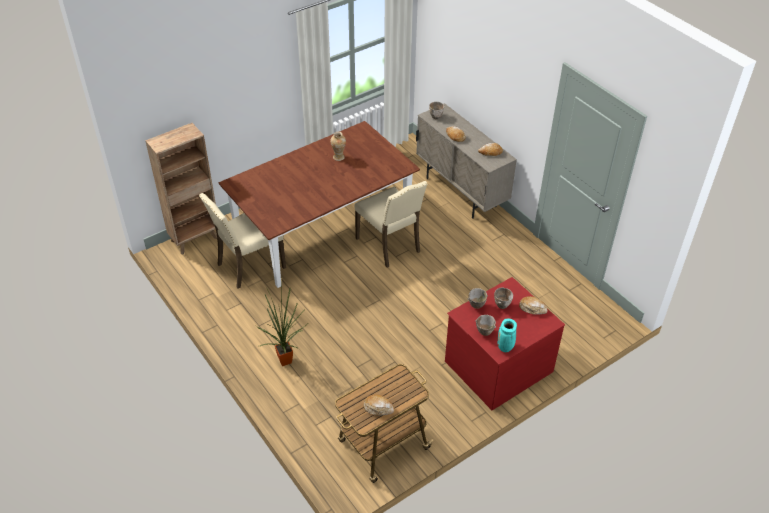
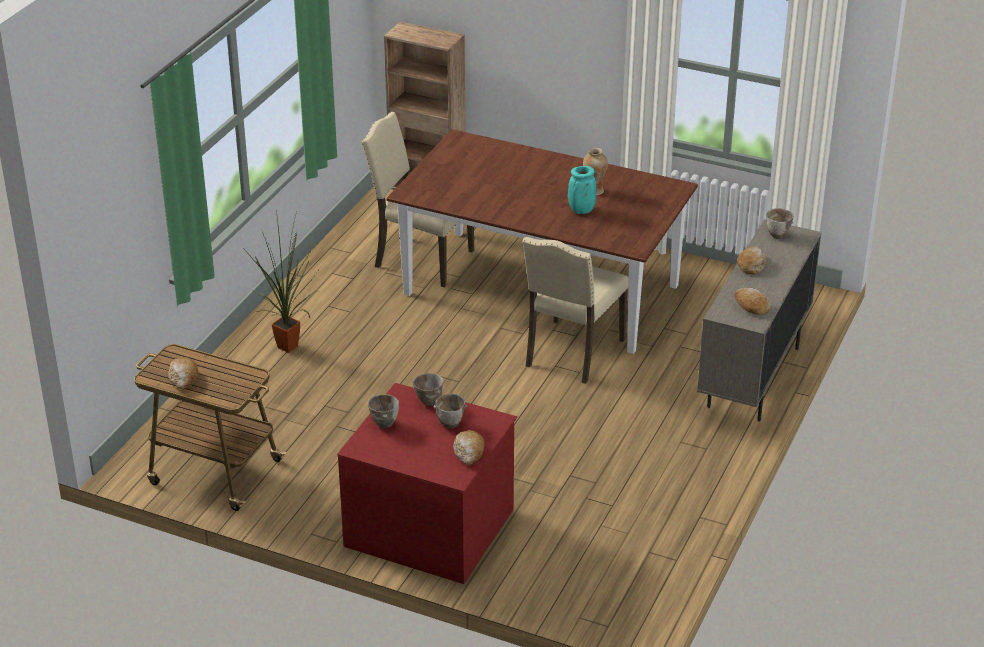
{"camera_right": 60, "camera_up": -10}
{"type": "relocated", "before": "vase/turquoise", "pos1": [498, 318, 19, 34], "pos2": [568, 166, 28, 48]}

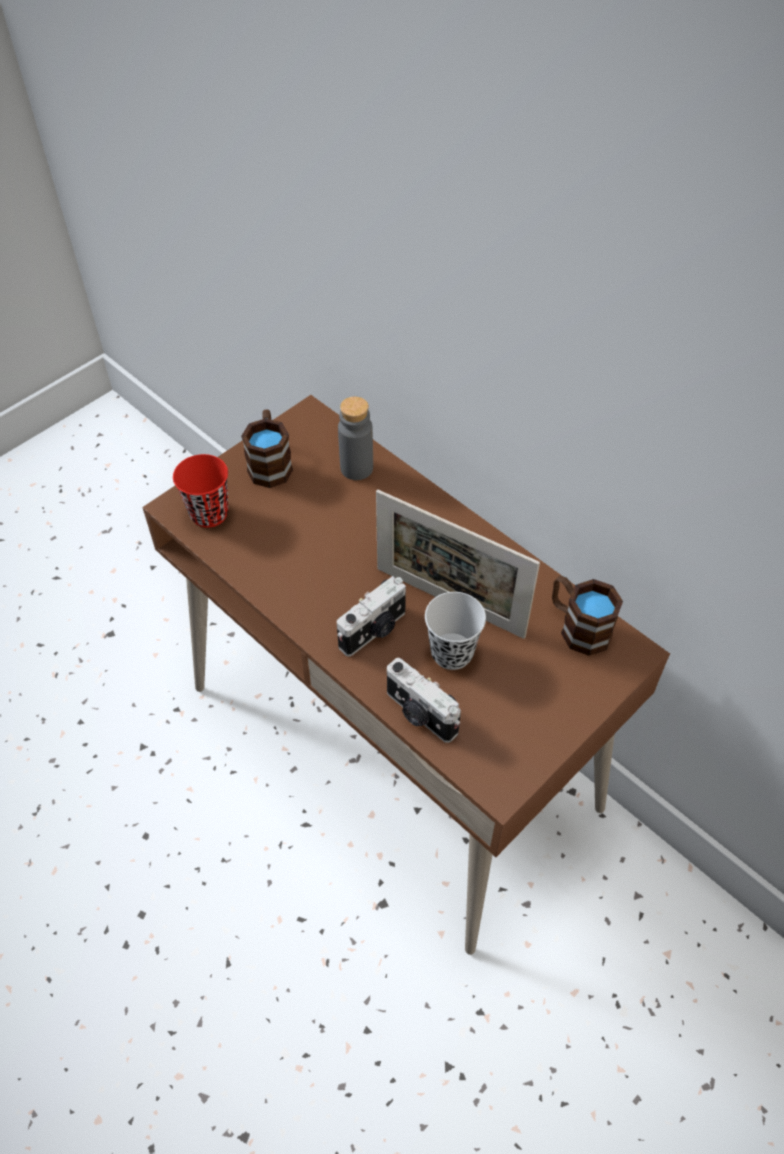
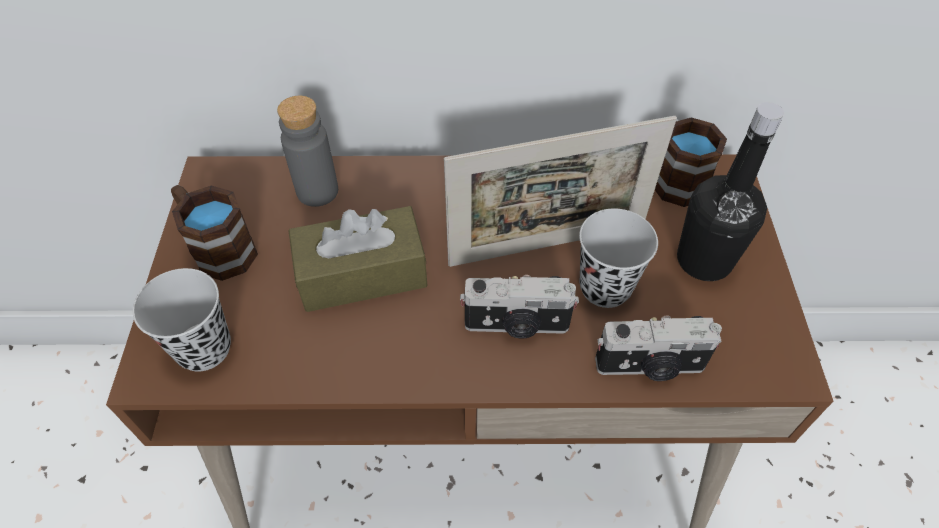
{"camera_right": -45, "camera_up": 0}
{"type": "colour", "before": "cup/red", "after": "cup/black", "pos1": [173, 454, 55, 74], "pos2": [133, 268, 98, 103]}
{"type": "appeared", "after": "tissue box/brown", "pos2": [288, 206, 140, 106]}
{"type": "spun", "before": "photo camera", "pos1": [337, 576, 69, 81], "pos2": [460, 275, 119, 64], "turn": 90}
{"type": "appeared", "after": "bottle/black", "pos2": [677, 102, 107, 179]}

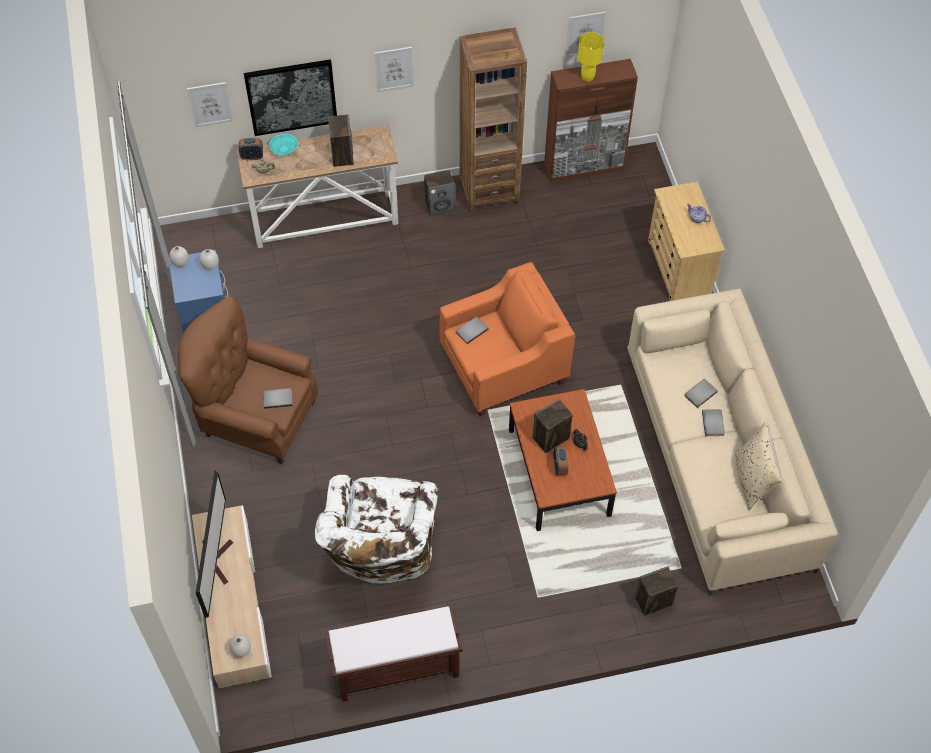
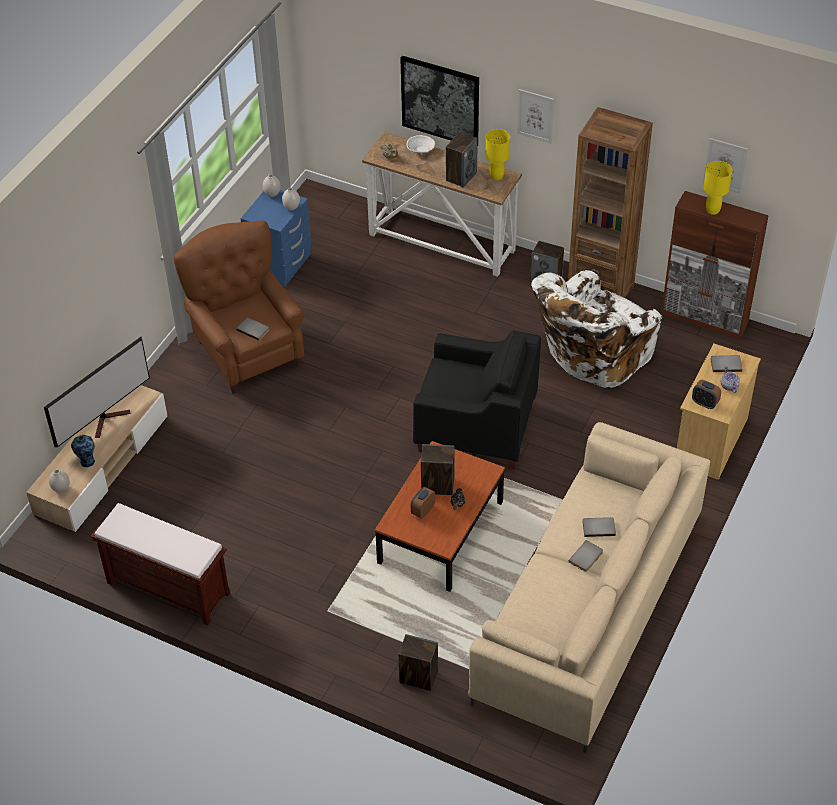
{"camera_right": 40, "camera_up": -10}
{"type": "appeared", "after": "vase", "pos2": [71, 435, 24, 32]}
{"type": "colour", "before": "bowl/turquoise", "after": "bowl/white", "pos1": [269, 134, 29, 21], "pos2": [407, 135, 28, 18]}
{"type": "colour", "before": "armchair/orange", "after": "armchair/black", "pos1": [439, 262, 137, 154], "pos2": [413, 331, 128, 139]}
{"type": "appeared", "after": "table lamp/yellow", "pos2": [485, 129, 25, 51]}
{"type": "relocated", "before": "armchair/white", "pos1": [315, 475, 123, 109], "pos2": [531, 270, 131, 118]}
{"type": "relocated", "before": "alarm clock", "pos1": [239, 138, 24, 22], "pos2": [692, 380, 29, 29]}
{"type": "relocated", "before": "book/grey", "pos1": [456, 317, 32, 27], "pos2": [710, 355, 33, 17]}
{"type": "missing", "before": "picture", "pos1": [187, 82, 46, 45]}
{"type": "missing", "before": "pillow/beige", "pos1": [735, 421, 47, 89]}

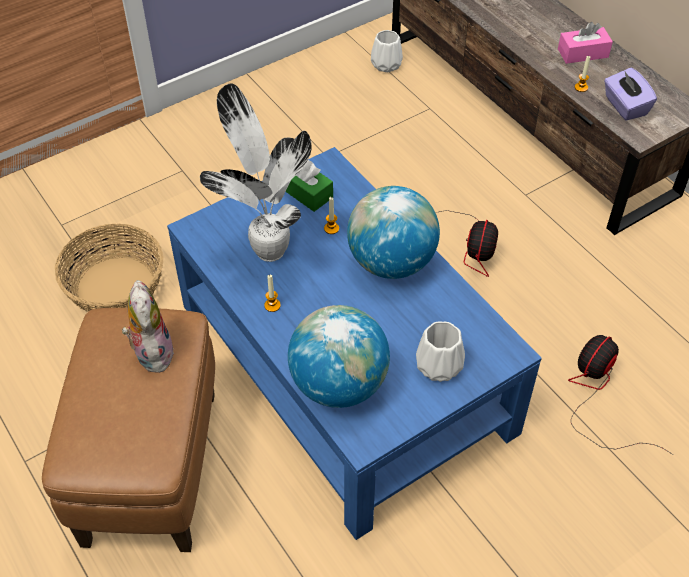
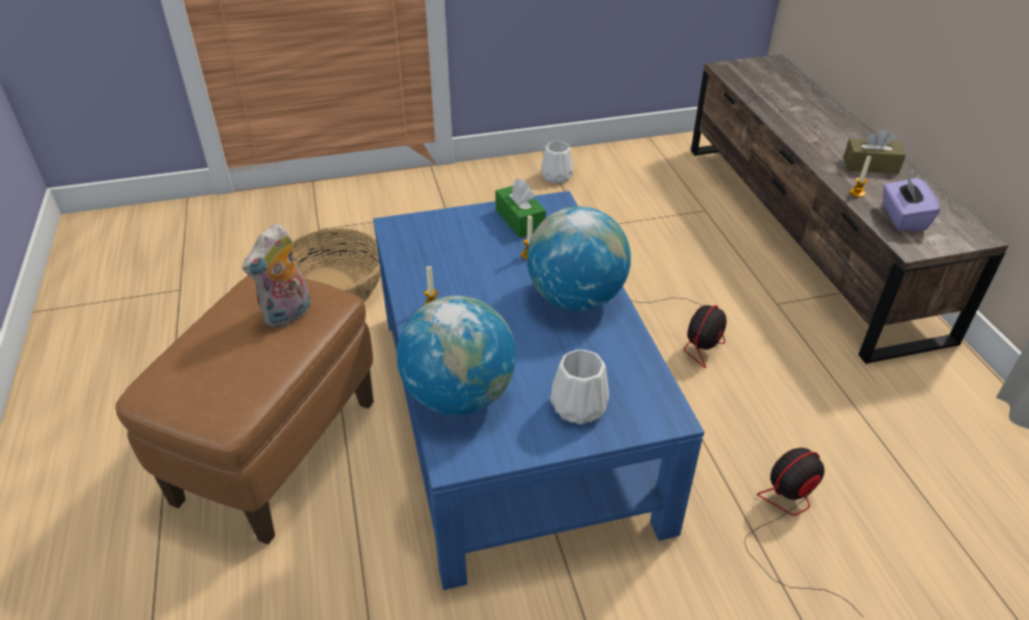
{"camera_right": 20, "camera_up": -10}
{"type": "spun", "before": "plush toy", "pos1": [122, 280, 52, 93], "pos2": [242, 224, 69, 104], "turn": -150}
{"type": "relocated", "before": "vase/white", "pos1": [371, 30, 32, 42], "pos2": [541, 141, 32, 42]}
{"type": "colour", "before": "tissue box/pink", "after": "tissue box/brown", "pos1": [558, 22, 55, 42], "pos2": [843, 128, 63, 46]}
{"type": "missing", "before": "potted plant", "pos1": [200, 84, 112, 178]}

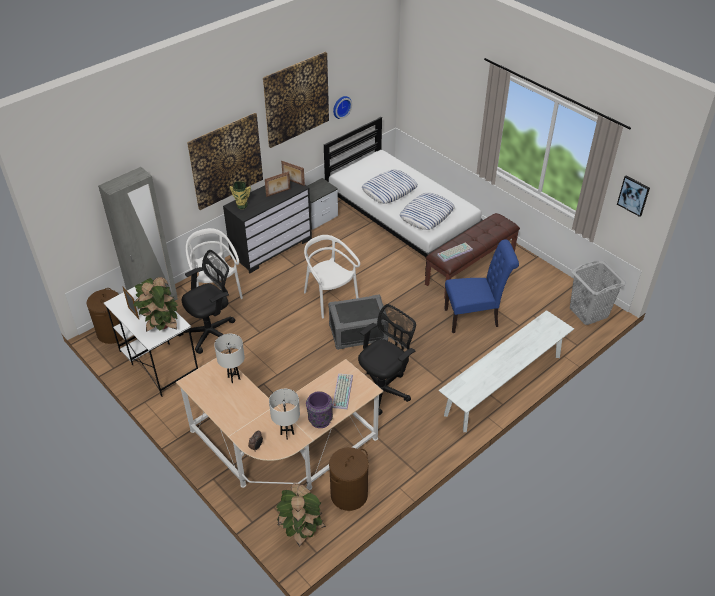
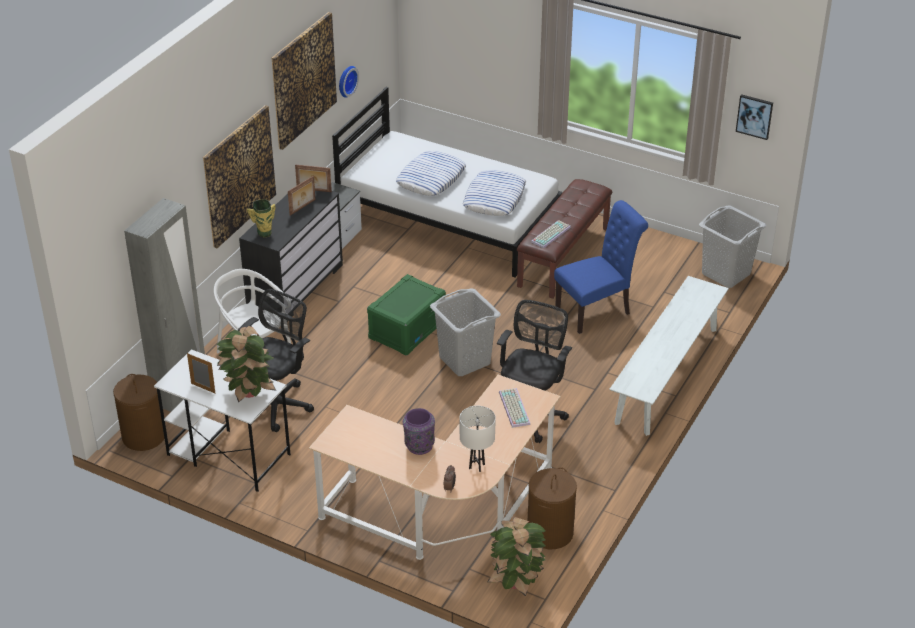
{"camera_right": -20, "camera_up": -5}
{"type": "exchanged", "before": "chair/white", "after": "storage box/green", "pos1": [304, 235, 56, 84], "pos2": [367, 274, 79, 82]}
{"type": "relocated", "before": "vase/purple", "pos1": [306, 391, 27, 37], "pos2": [403, 408, 32, 47]}
{"type": "exchanged", "before": "storage box/grey", "after": "laundry basket/grey", "pos1": [328, 294, 60, 56], "pos2": [430, 289, 71, 87]}
{"type": "missing", "before": "table lamp/white", "pos1": [214, 334, 31, 49]}

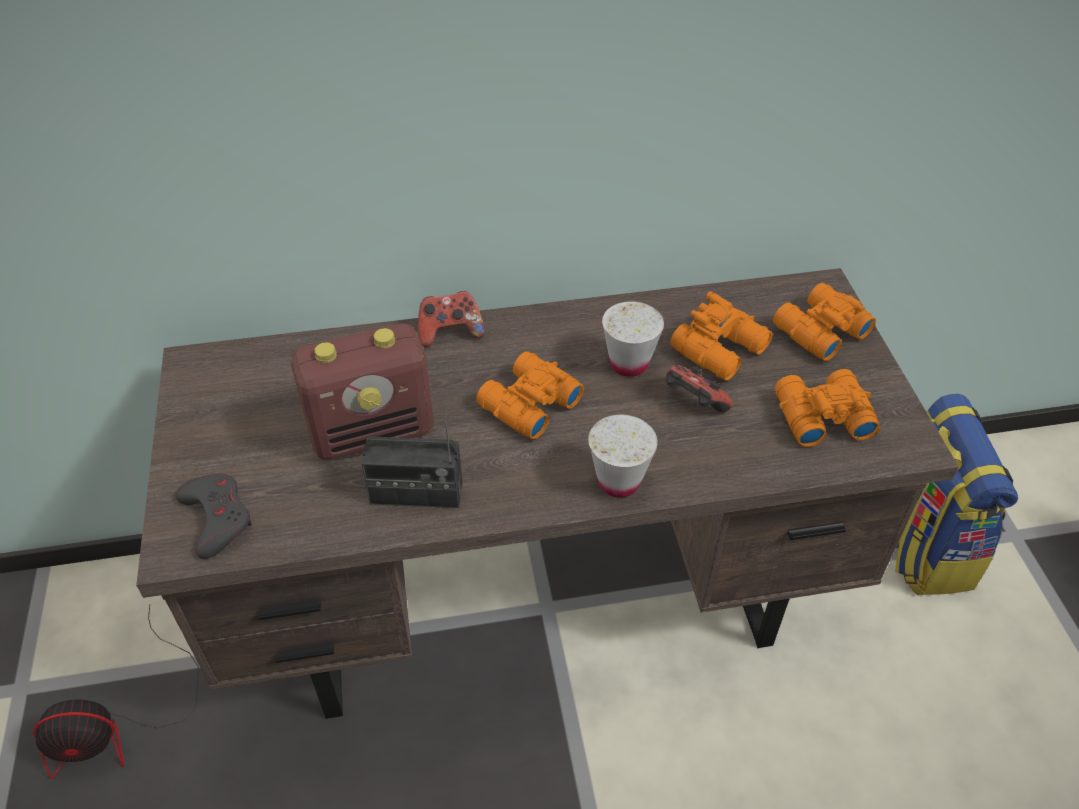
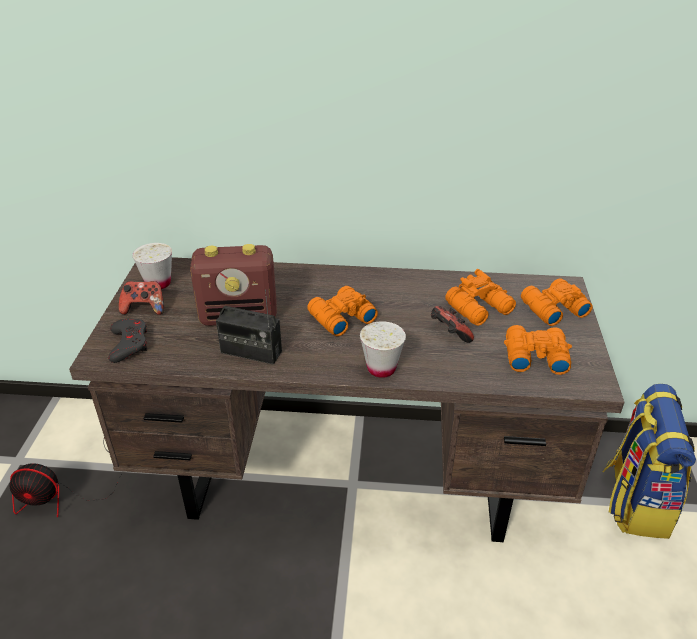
{"camera_right": 15, "camera_up": -10}
{"type": "relocated", "before": "game controller", "pos1": [418, 291, 67, 56], "pos2": [119, 281, 45, 34]}
{"type": "relocated", "before": "cup/white", "pos1": [602, 301, 62, 76], "pos2": [132, 243, 40, 47]}

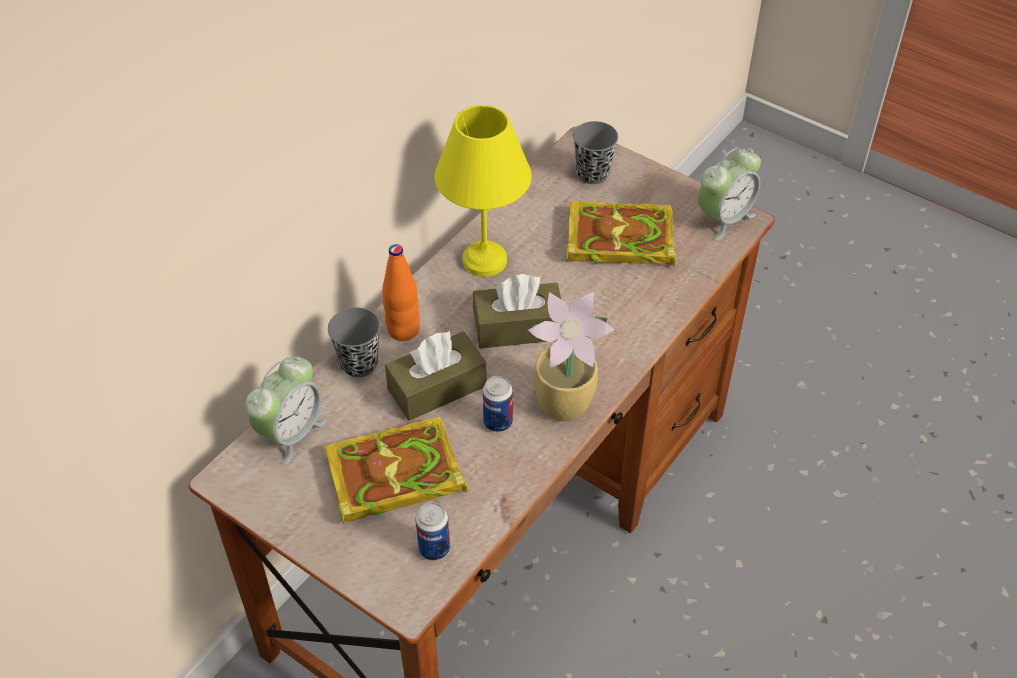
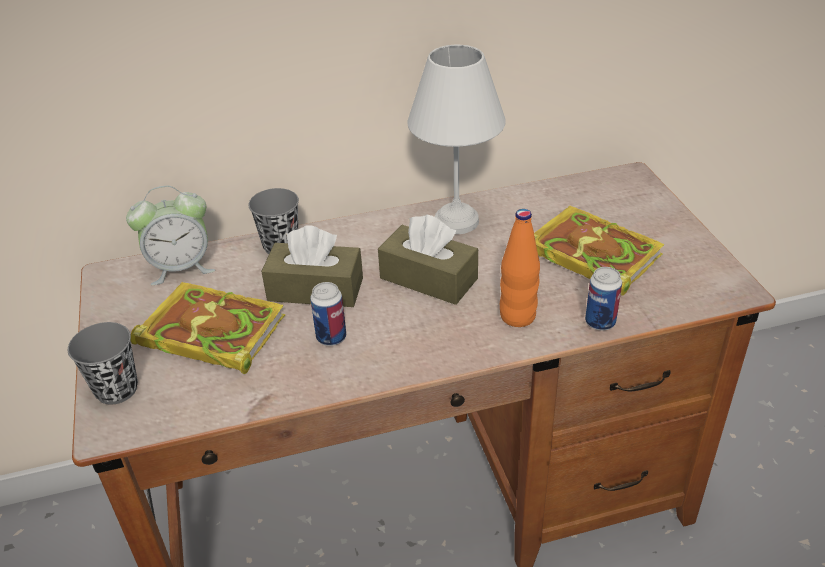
{"camera_right": 40, "camera_up": -10}
{"type": "relocated", "before": "cup/grey", "pos1": [573, 121, 45, 63], "pos2": [68, 322, 70, 83]}
{"type": "colour", "before": "table lamp/yellow", "after": "table lamp/white", "pos1": [435, 105, 97, 172], "pos2": [407, 44, 99, 190]}
{"type": "relocated", "before": "bottle/orange", "pos1": [382, 244, 38, 97], "pos2": [500, 209, 40, 118]}
{"type": "relocated", "before": "can", "pos1": [416, 502, 34, 59], "pos2": [585, 267, 37, 63]}
{"type": "missing", "before": "potted plant", "pos1": [528, 292, 87, 129]}
{"type": "missing", "before": "alarm clock", "pos1": [698, 147, 63, 93]}

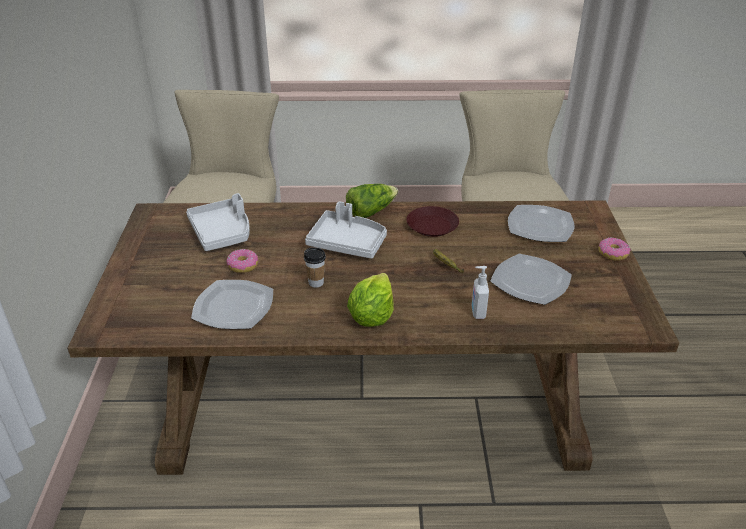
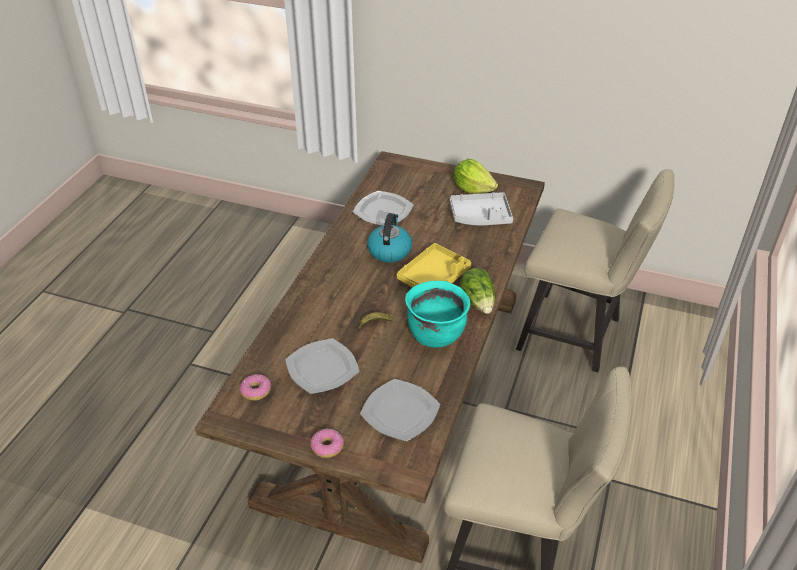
{"camera_right": 110, "camera_up": 5}
{"type": "relocated", "before": "donut", "pos1": [227, 249, 31, 24], "pos2": [240, 374, 31, 27]}
{"type": "exchanged", "before": "cup", "after": "kettle", "pos1": [304, 248, 22, 40], "pos2": [367, 213, 45, 49]}
{"type": "colour", "before": "tray/grey", "after": "tray/yellow", "pos1": [305, 202, 82, 57], "pos2": [397, 243, 74, 44]}
{"type": "exchanged", "before": "plate/brown", "after": "cooking pot/turquoise", "pos1": [406, 206, 53, 31], "pos2": [405, 281, 65, 67]}
{"type": "relocated", "before": "lettuce", "pos1": [347, 273, 47, 54], "pos2": [453, 159, 45, 35]}
{"type": "missing", "before": "soap dispenser", "pos1": [472, 266, 17, 53]}

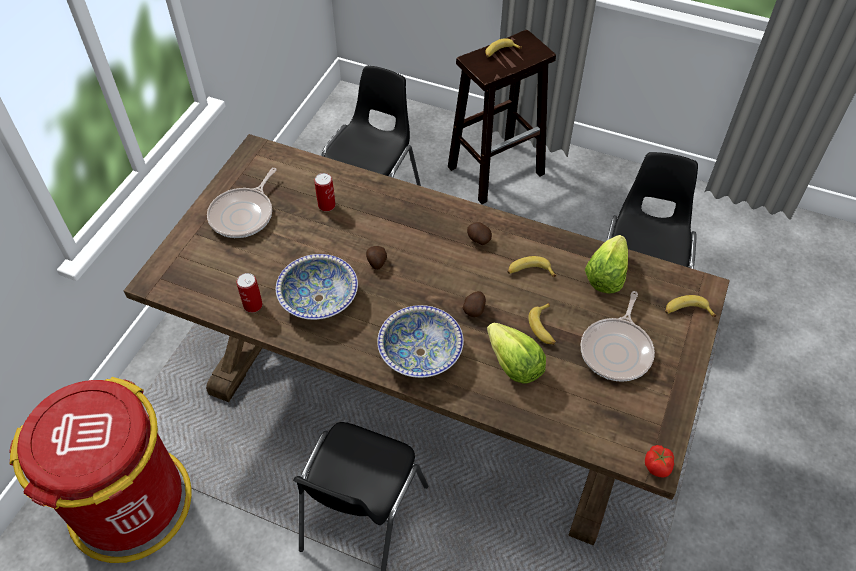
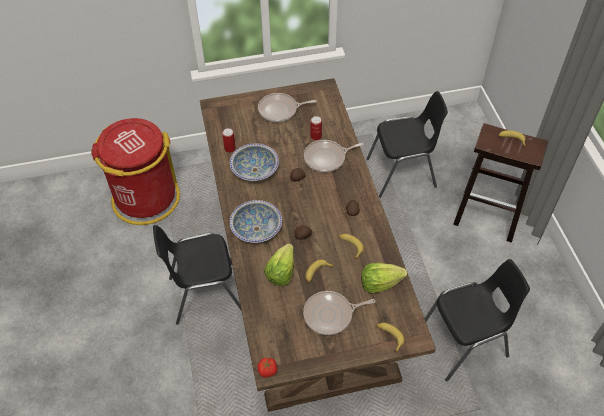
{"camera_right": 55, "camera_up": 0}
{"type": "appeared", "after": "frying pan", "pos2": [304, 140, 60, 32]}

